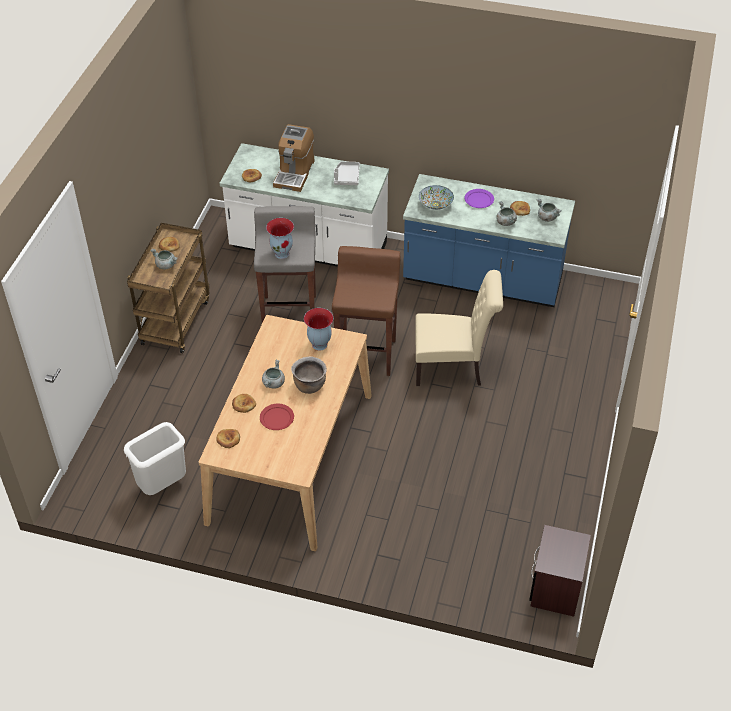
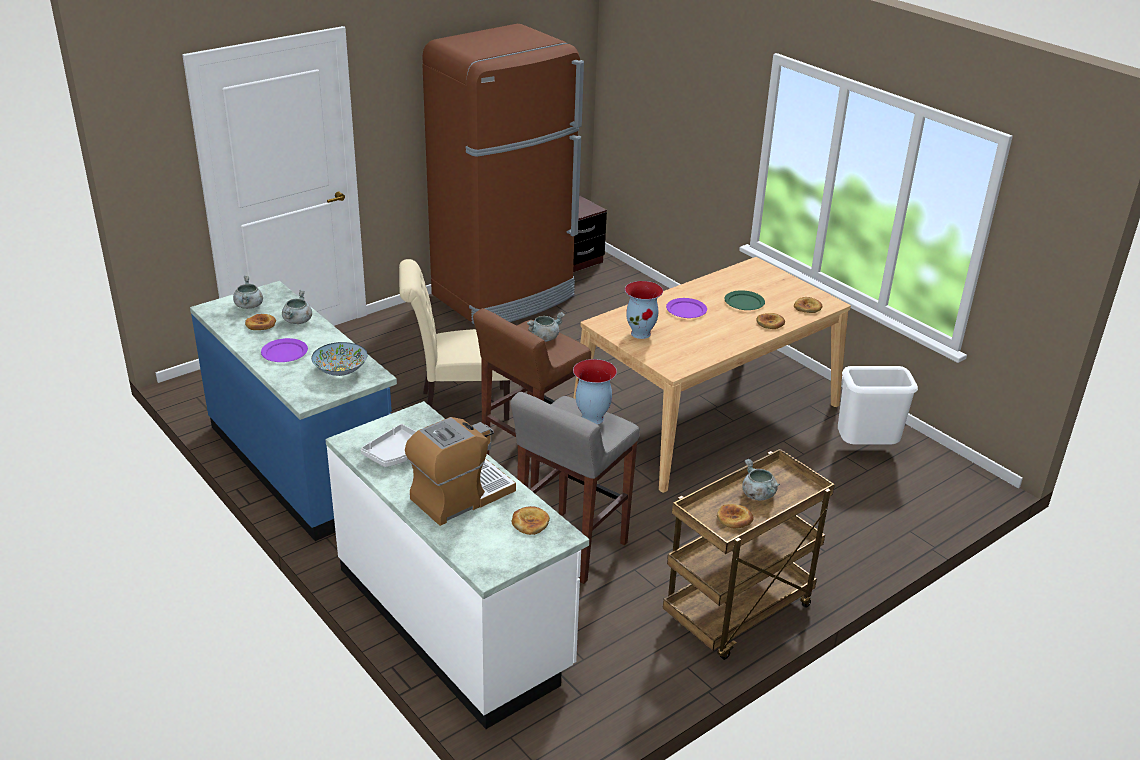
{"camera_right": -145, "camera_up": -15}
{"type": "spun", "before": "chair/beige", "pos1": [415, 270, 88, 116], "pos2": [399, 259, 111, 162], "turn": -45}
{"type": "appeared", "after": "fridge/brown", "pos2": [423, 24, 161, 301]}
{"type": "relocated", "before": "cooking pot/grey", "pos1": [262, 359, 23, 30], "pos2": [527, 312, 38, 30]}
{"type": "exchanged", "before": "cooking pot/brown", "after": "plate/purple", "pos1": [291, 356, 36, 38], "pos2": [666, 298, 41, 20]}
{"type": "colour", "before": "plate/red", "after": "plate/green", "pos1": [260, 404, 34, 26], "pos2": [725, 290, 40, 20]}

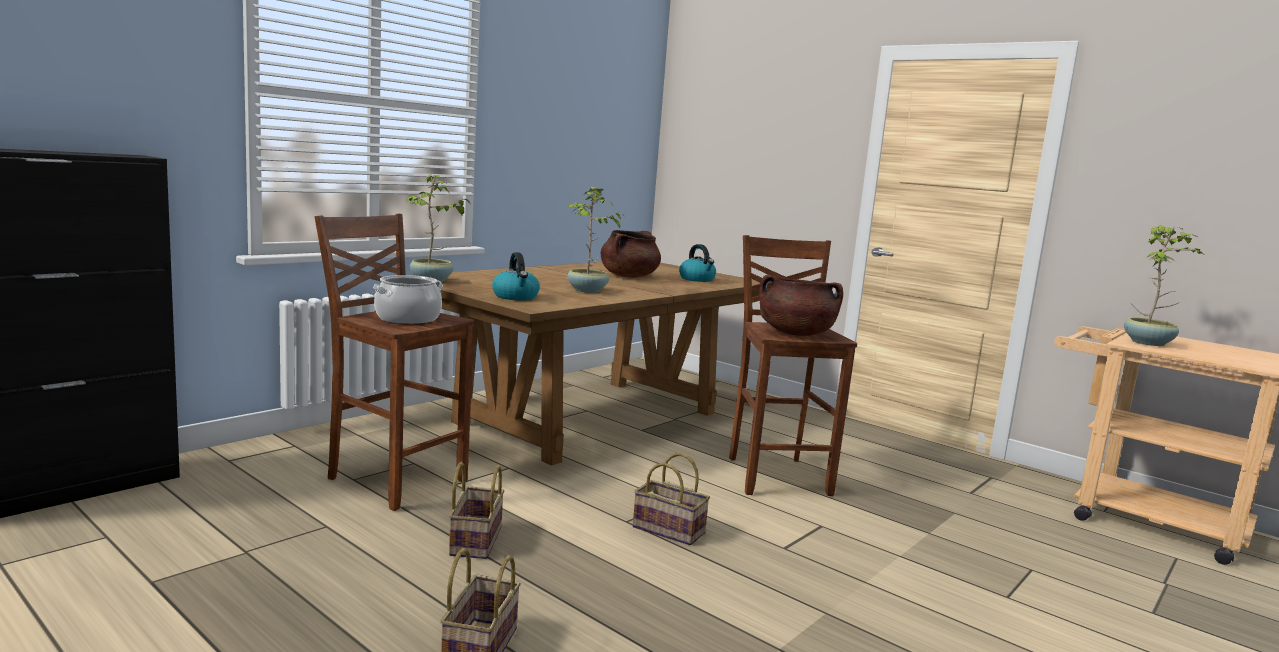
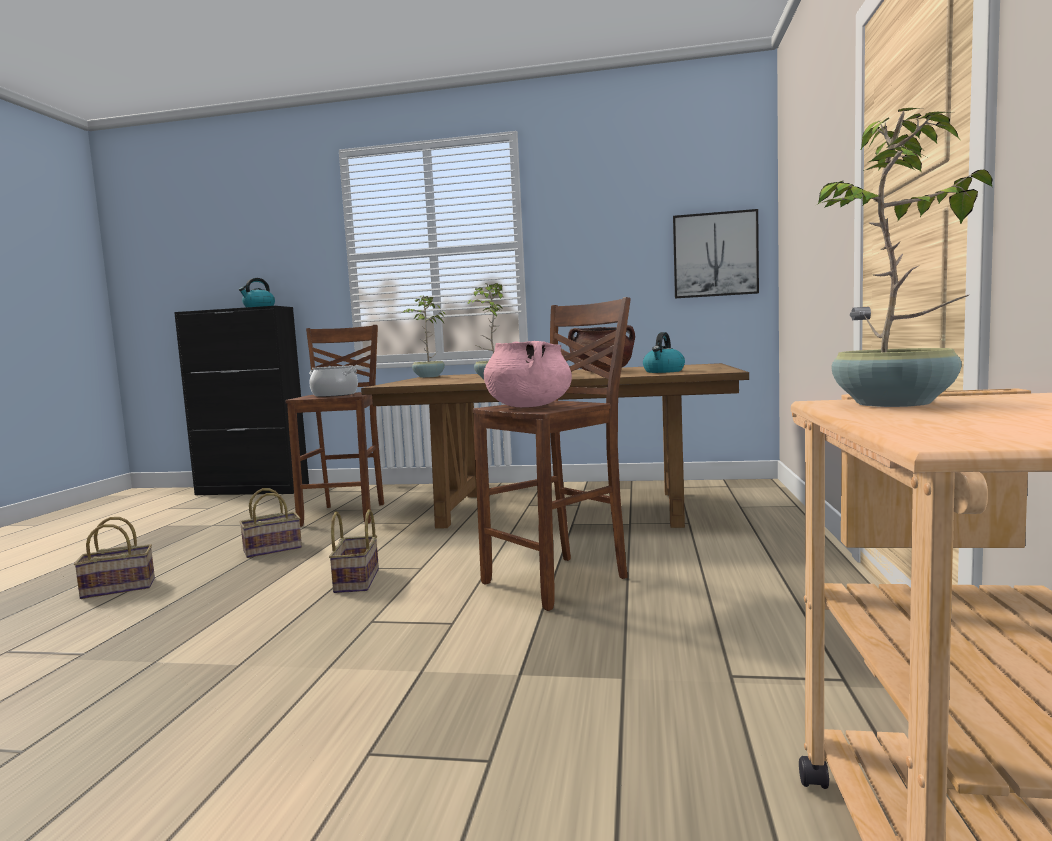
{"camera_right": 60, "camera_up": -5}
{"type": "relocated", "before": "kettle", "pos1": [492, 252, 48, 48], "pos2": [239, 278, 36, 29]}
{"type": "colour", "before": "cooking pot/brown", "after": "cooking pot/pink", "pos1": [759, 275, 84, 61], "pos2": [484, 341, 88, 66]}
{"type": "appeared", "after": "picture", "pos2": [673, 209, 86, 89]}

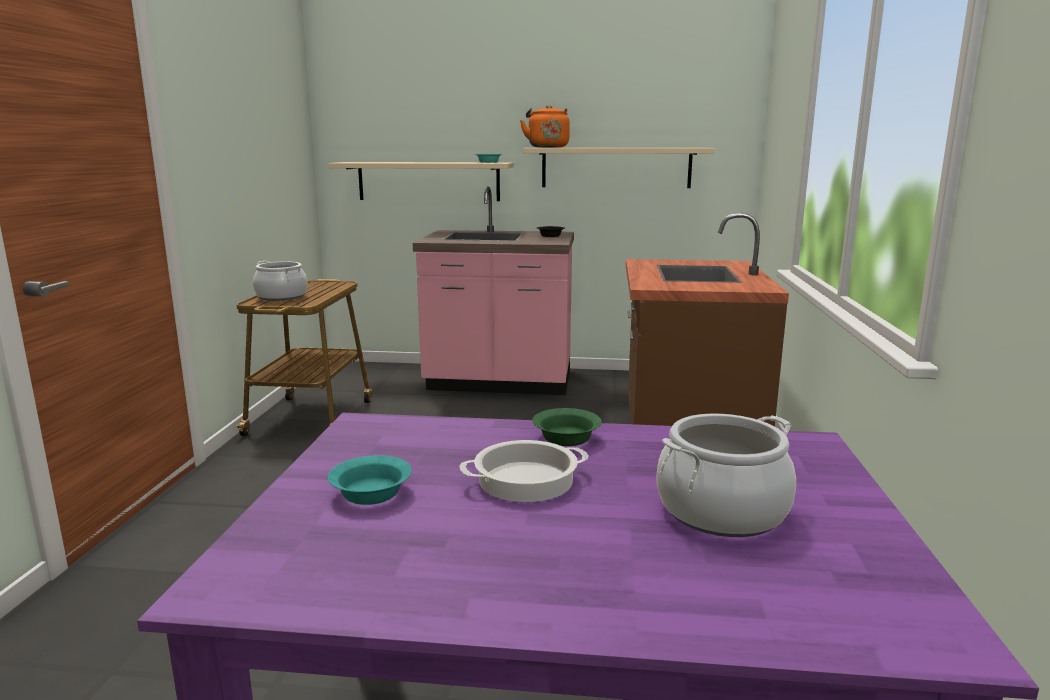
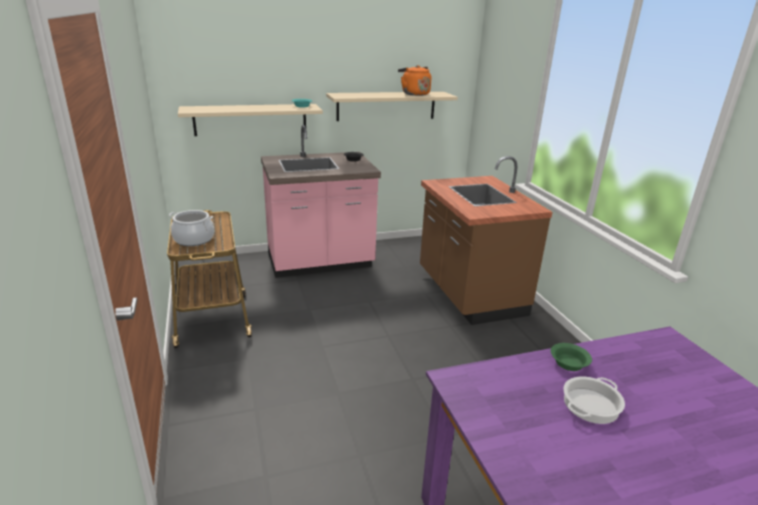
{"camera_right": -25, "camera_up": 10}
{"type": "relocated", "before": "kettle/orange", "pos1": [520, 105, 50, 42], "pos2": [398, 65, 33, 31]}
{"type": "missing", "before": "bowl/turquoise", "pos1": [328, 455, 84, 50]}
{"type": "missing", "before": "cooking pot", "pos1": [656, 414, 140, 123]}

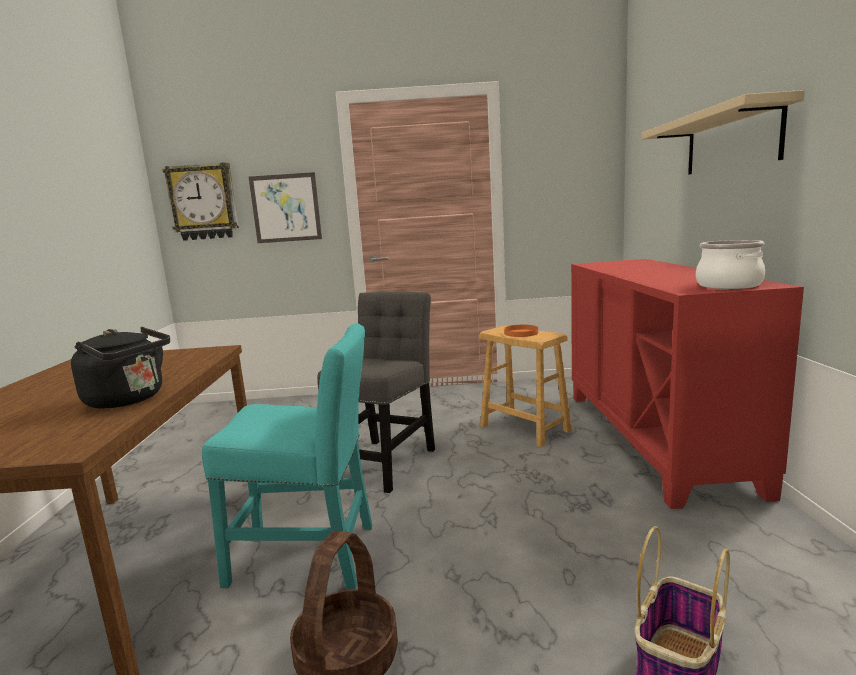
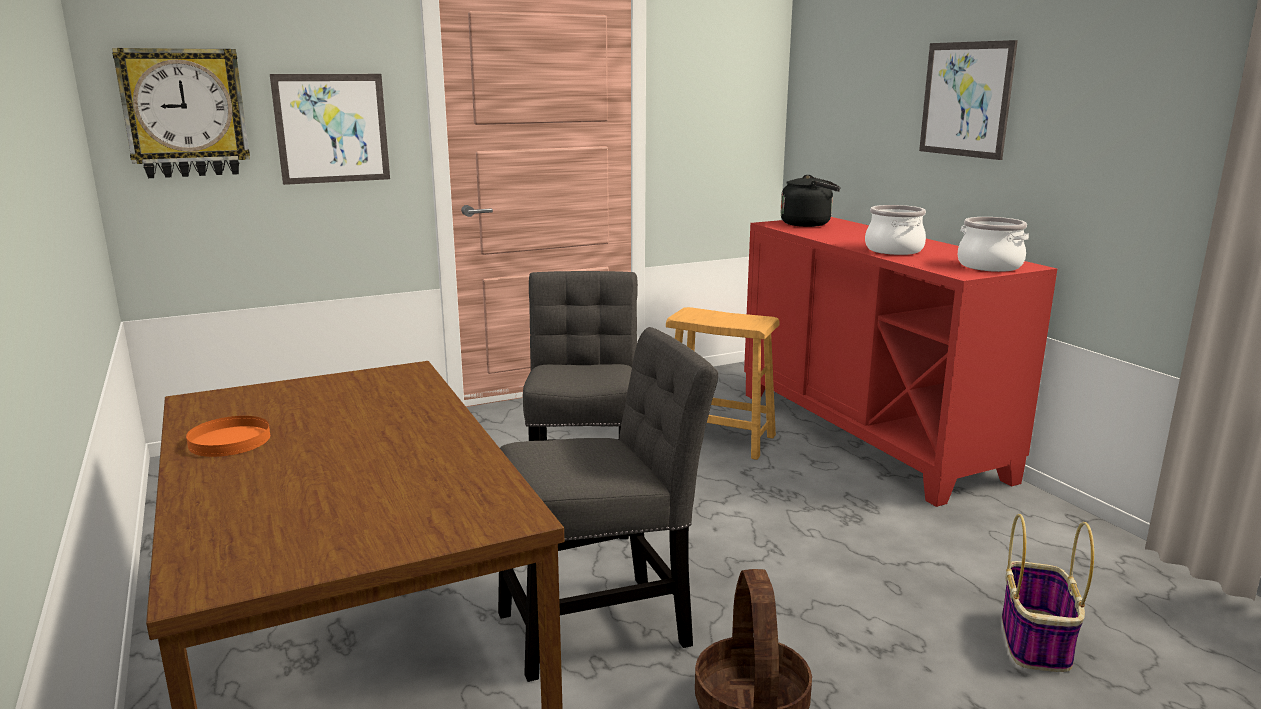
{"camera_right": -25, "camera_up": 5}
{"type": "relocated", "before": "plate/orange", "pos1": [504, 325, 34, 12], "pos2": [186, 416, 84, 41]}
{"type": "colour", "before": "chair/turquoise", "after": "chair/grey", "pos1": [202, 323, 171, 266], "pos2": [498, 327, 220, 355]}
{"type": "relocated", "before": "kettle/black", "pos1": [71, 327, 99, 82], "pos2": [780, 175, 61, 52]}
{"type": "appeared", "after": "cooking pot", "pos2": [865, 205, 61, 50]}
{"type": "exchanged", "before": "shelf/beige", "after": "picture", "pos1": [642, 90, 163, 84], "pos2": [919, 40, 99, 120]}

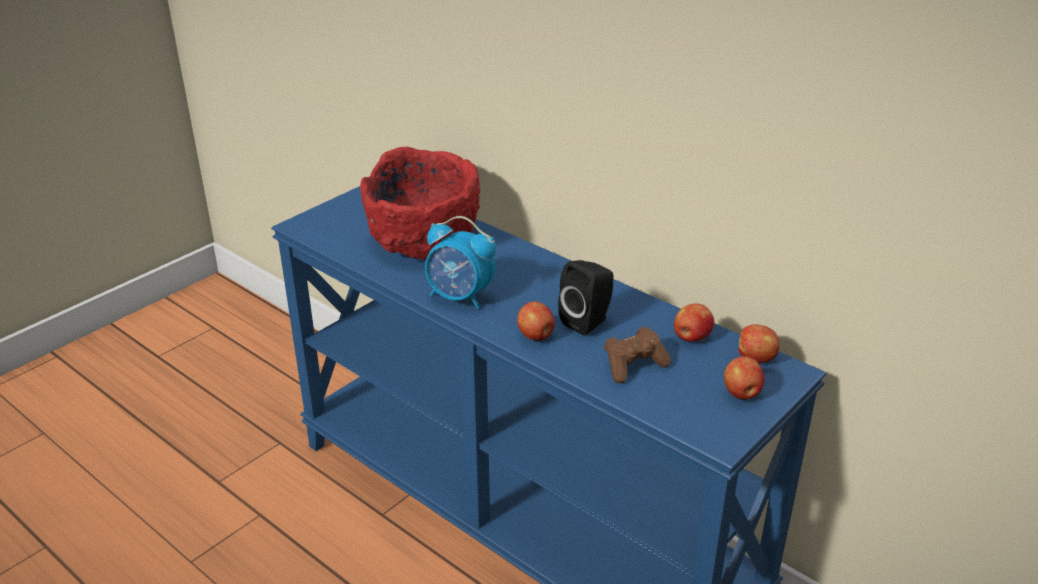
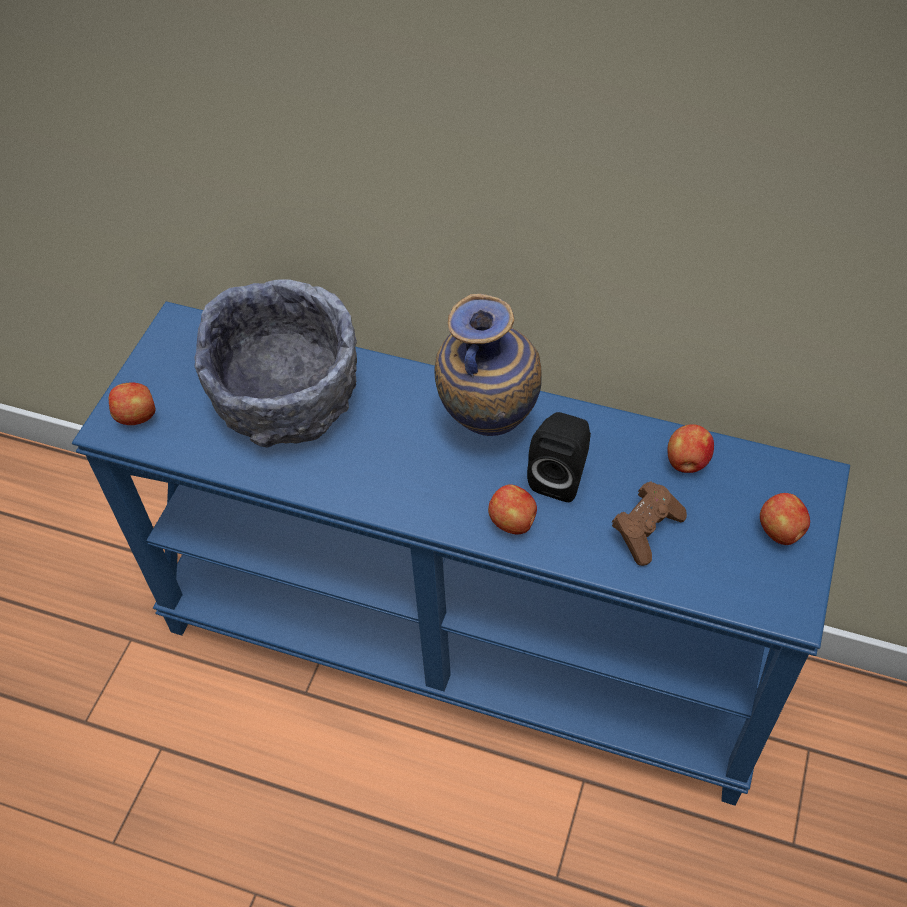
{"camera_right": -20, "camera_up": 20}
{"type": "relocated", "before": "apple", "pos1": [738, 324, 42, 39], "pos2": [108, 382, 48, 43]}
{"type": "colour", "before": "bowl/red", "after": "bowl/grey", "pos1": [360, 147, 120, 113], "pos2": [194, 279, 163, 169]}
{"type": "appeared", "after": "vase", "pos2": [435, 294, 107, 142]}
{"type": "missing", "before": "alarm clock", "pos1": [425, 216, 71, 93]}

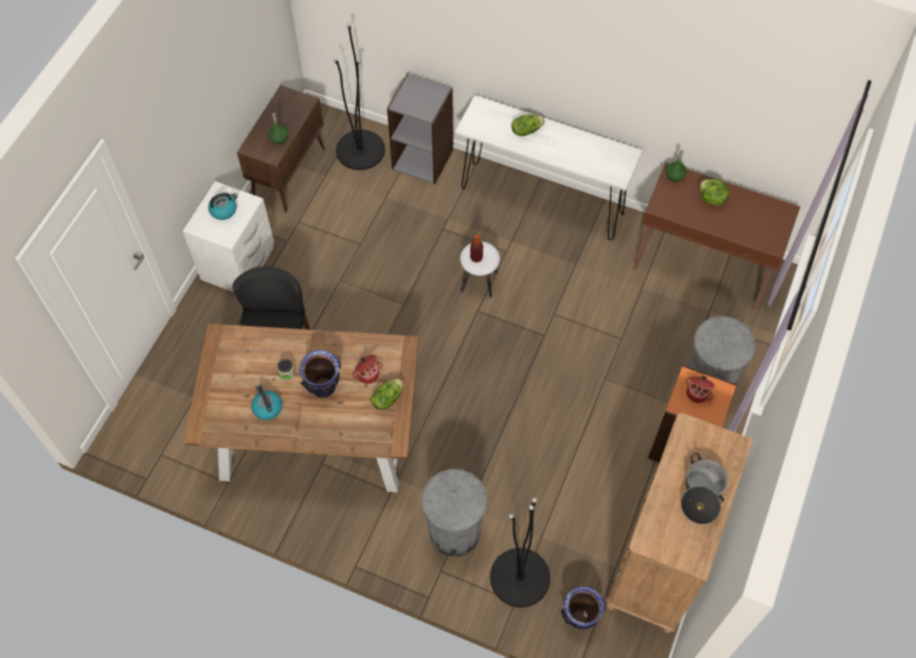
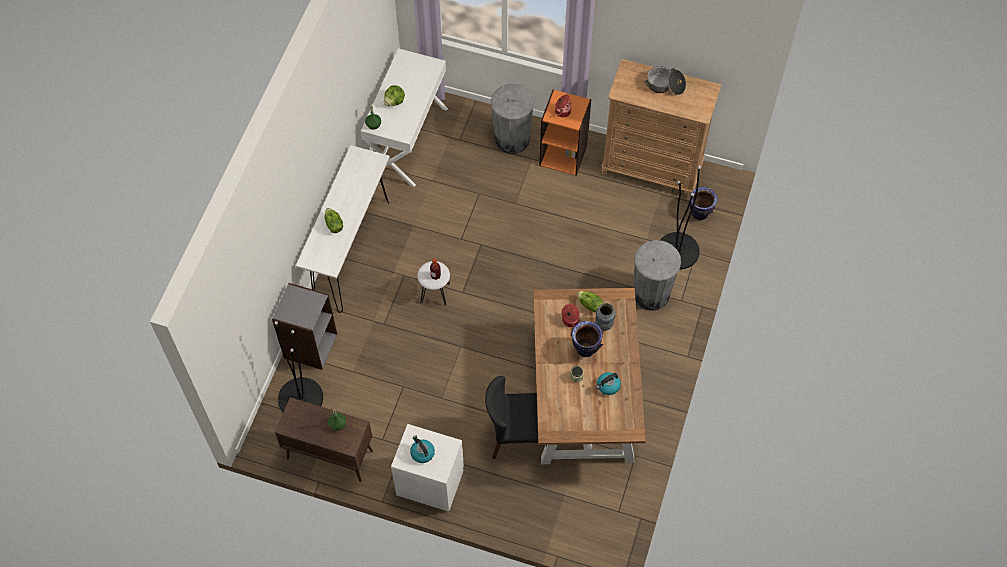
{"camera_right": -95, "camera_up": 0}
{"type": "colour", "before": "console table/brown", "after": "console table/white", "pos1": [633, 162, 167, 149], "pos2": [361, 48, 87, 139]}
{"type": "appeared", "after": "vase", "pos2": [595, 303, 21, 27]}

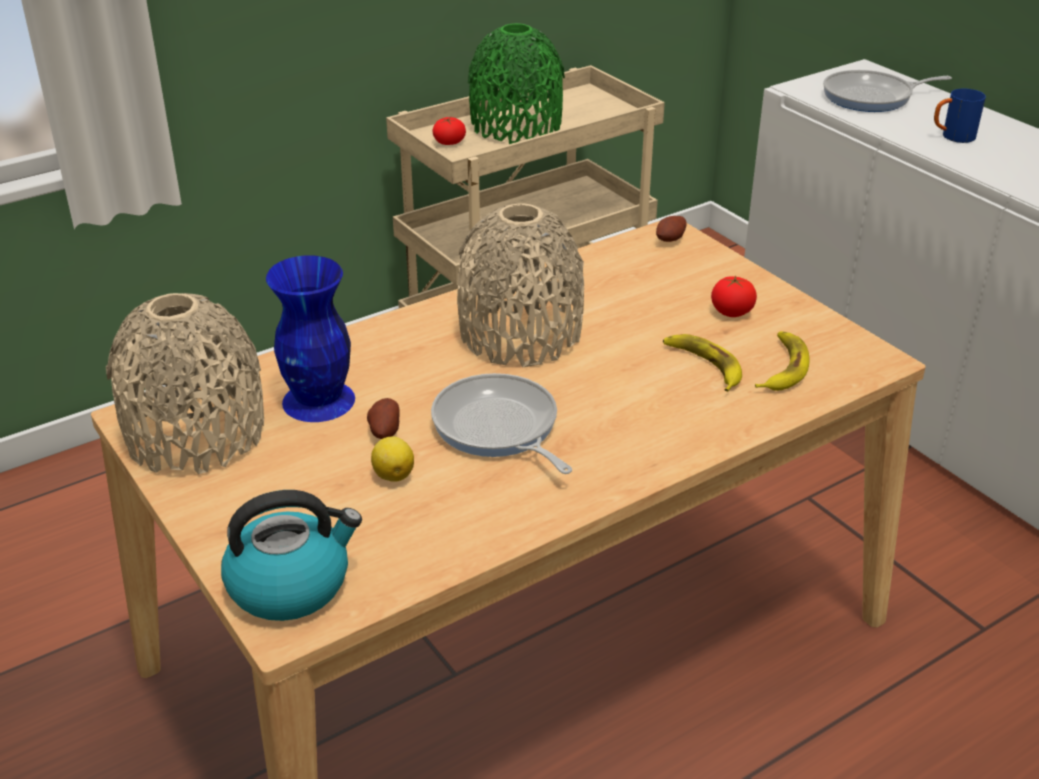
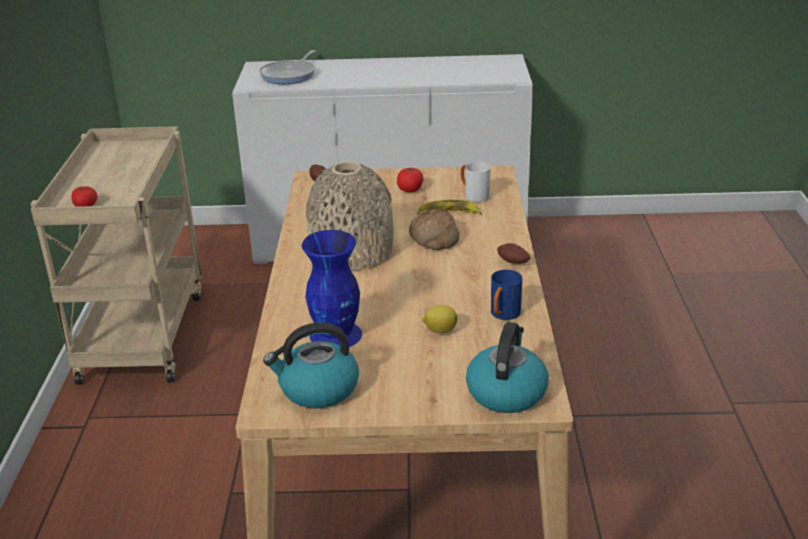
{"camera_right": -55, "camera_up": -5}
{"type": "exchanged", "before": "vase/beige", "after": "kettle", "pos1": [106, 293, 158, 181], "pos2": [263, 322, 96, 87]}
{"type": "appeared", "after": "bread", "pos2": [409, 209, 50, 41]}
{"type": "exchanged", "before": "banana", "after": "mug/white", "pos1": [755, 331, 55, 60], "pos2": [461, 162, 30, 40]}
{"type": "relocated", "before": "mug/blue", "pos1": [934, 89, 52, 54], "pos2": [491, 270, 31, 50]}
{"type": "relocated", "before": "potato", "pos1": [367, 398, 33, 41], "pos2": [497, 243, 33, 21]}
{"type": "missing", "before": "frying pan", "pos1": [431, 373, 141, 101]}
{"type": "missing", "before": "vase/green", "pos1": [468, 23, 97, 121]}

